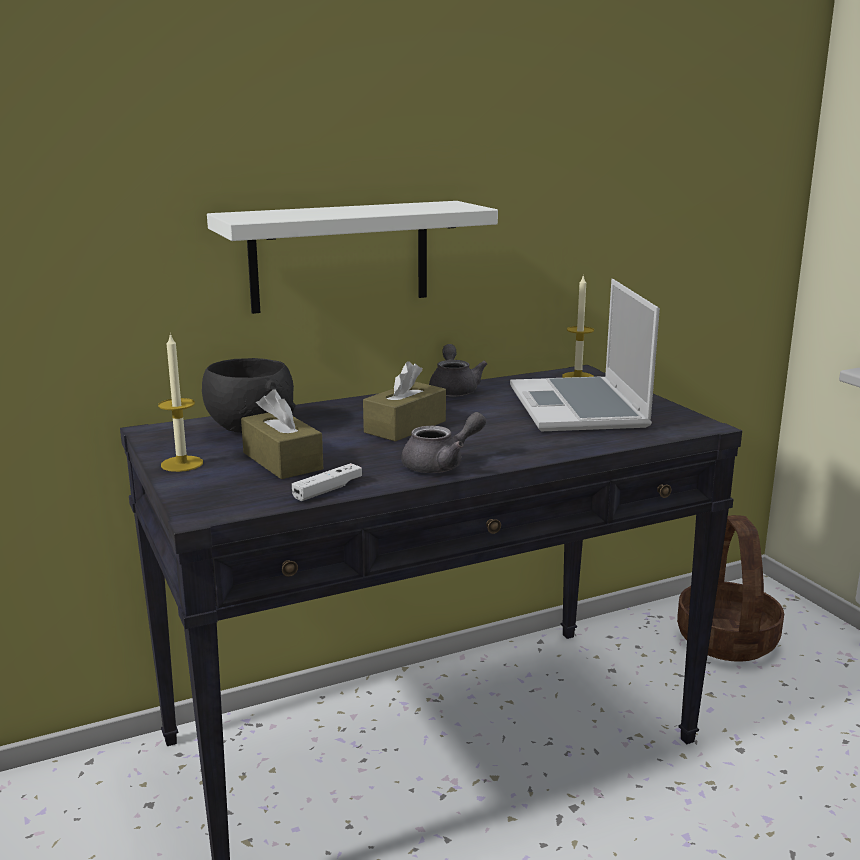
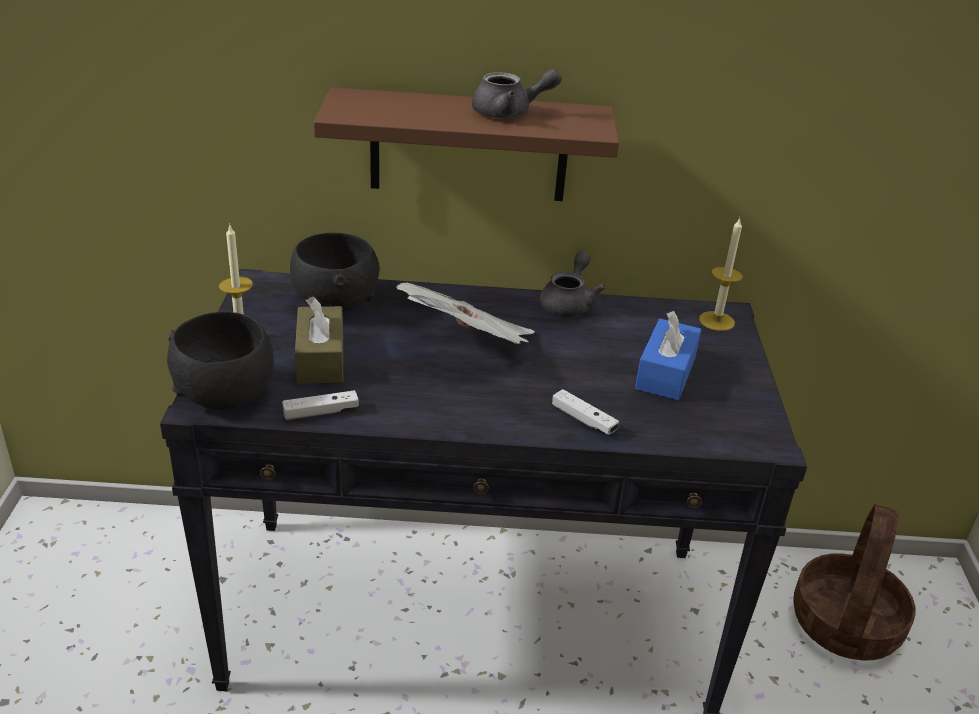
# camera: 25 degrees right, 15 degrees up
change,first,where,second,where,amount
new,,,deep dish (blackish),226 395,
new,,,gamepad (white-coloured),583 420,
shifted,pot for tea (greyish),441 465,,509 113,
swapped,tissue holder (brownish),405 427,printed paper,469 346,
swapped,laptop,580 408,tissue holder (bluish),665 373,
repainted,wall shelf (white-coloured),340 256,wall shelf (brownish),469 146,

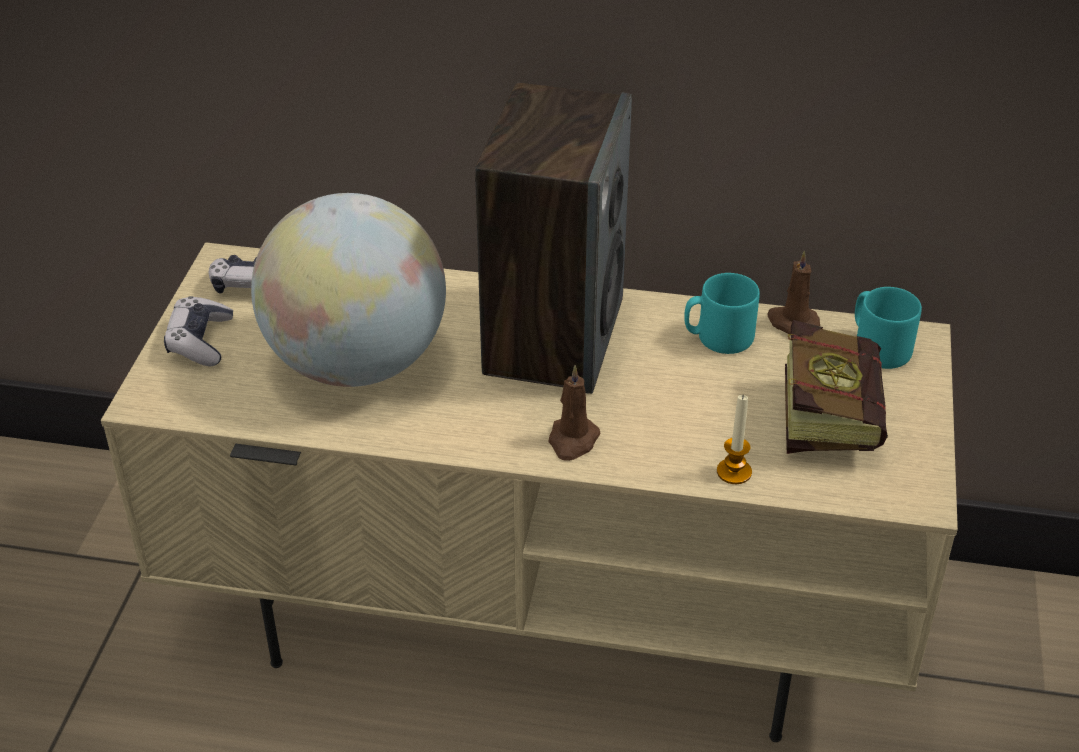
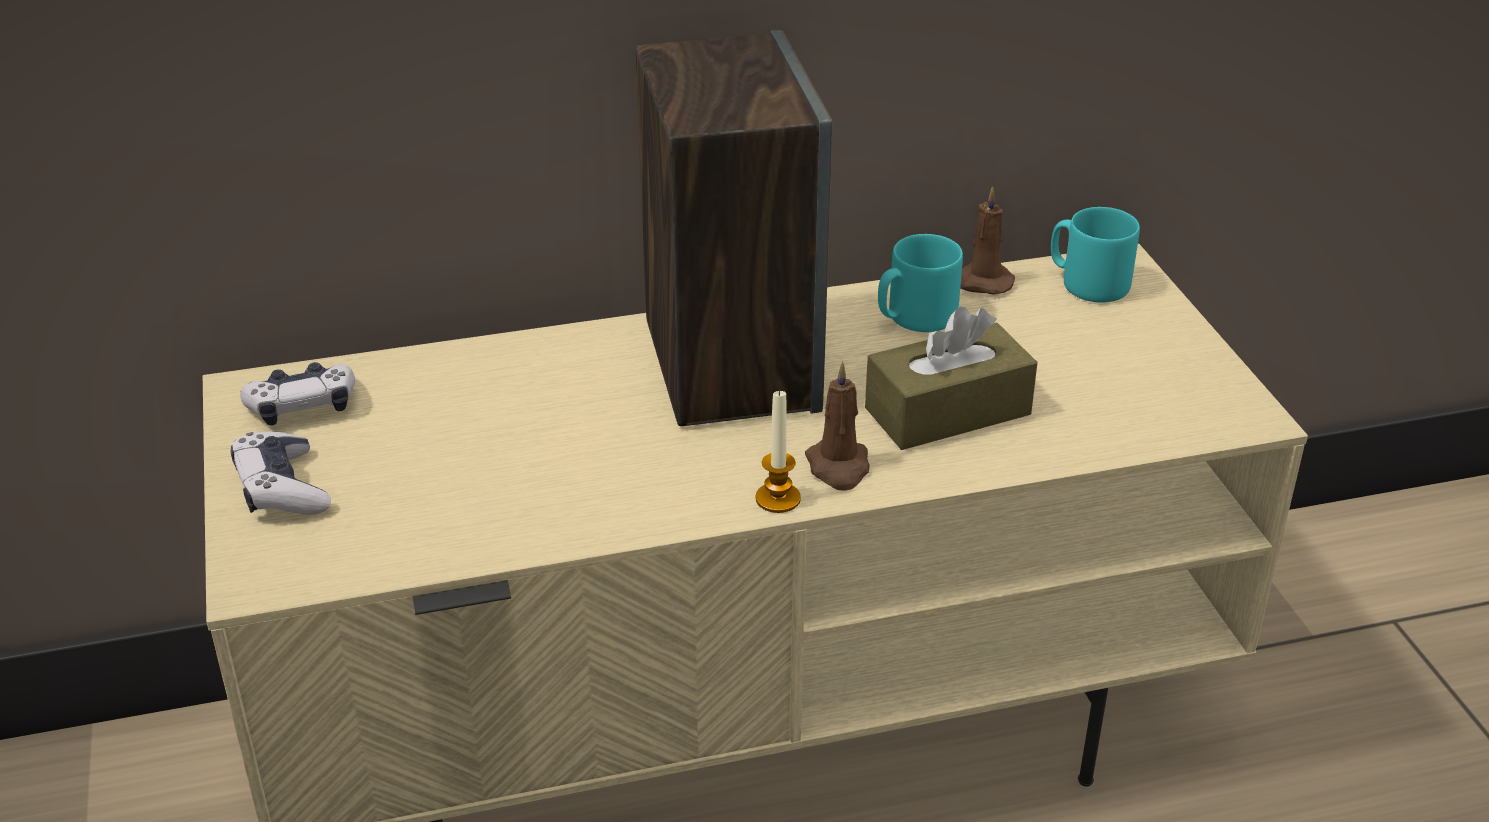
# camera: 25 degrees left, 5 degrees down
change,first,where,second,where,amount
gone,desk globe,357 363,,,
gone,volume,827 412,,,
new,,,tissue holder (brownish),947 411,
shifted,candle,734 472,,778 499,

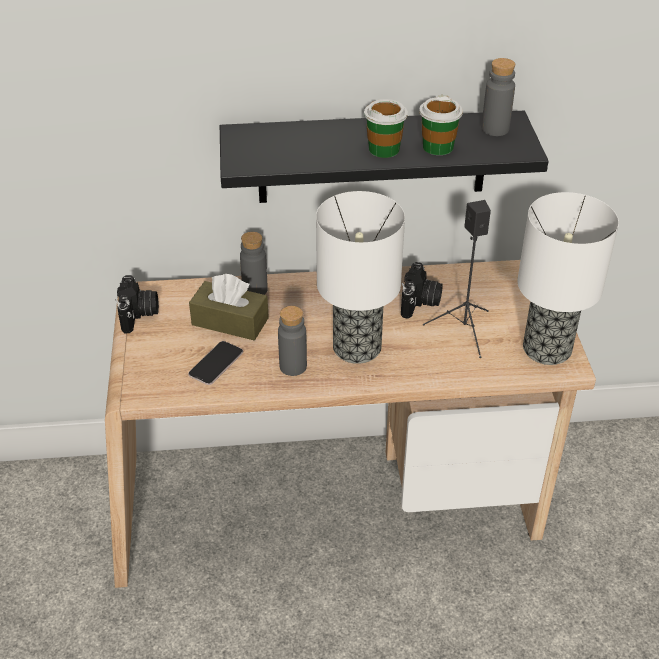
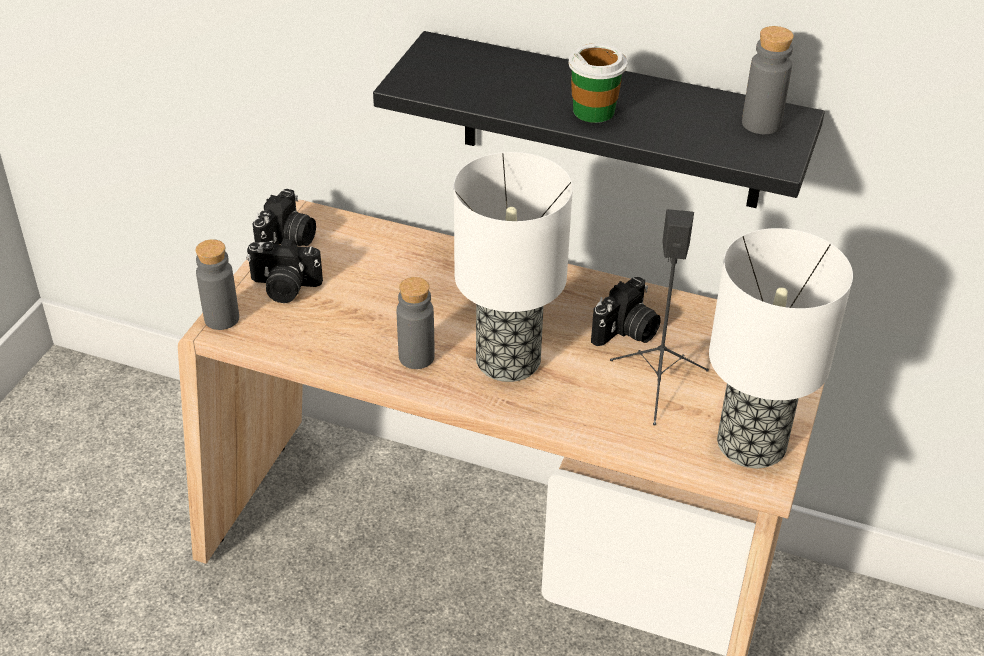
# camera: 25 degrees right, 0 degrees up
change,first,where,second,where,amount
gone,handset,216 363,,,
gone,tissue holder (brownish),230 321,,,
gone,cup,438 147,,,
new,,,still camera,284 288,
shifted,beverage bottle (greyish),255 290,,221 318,

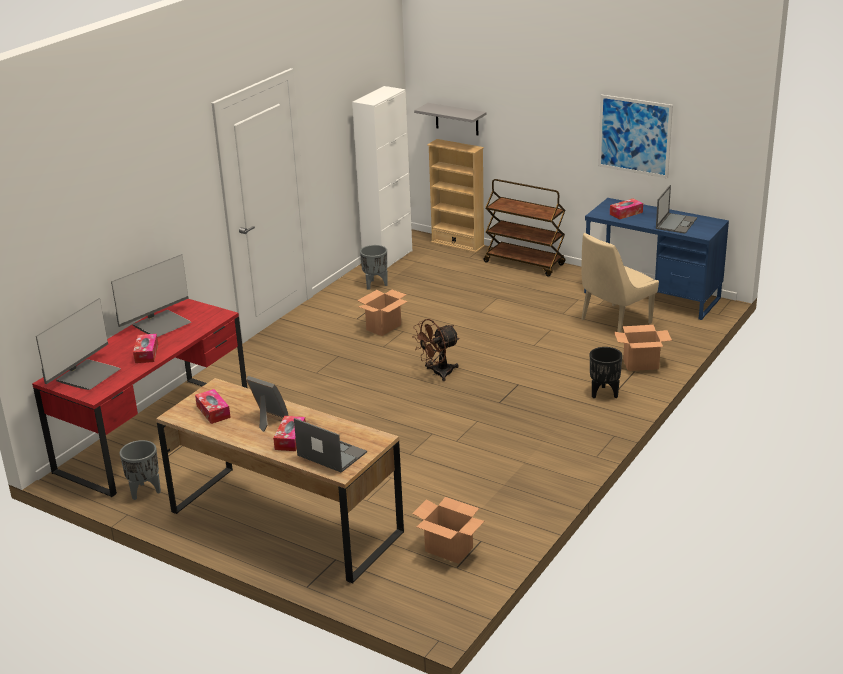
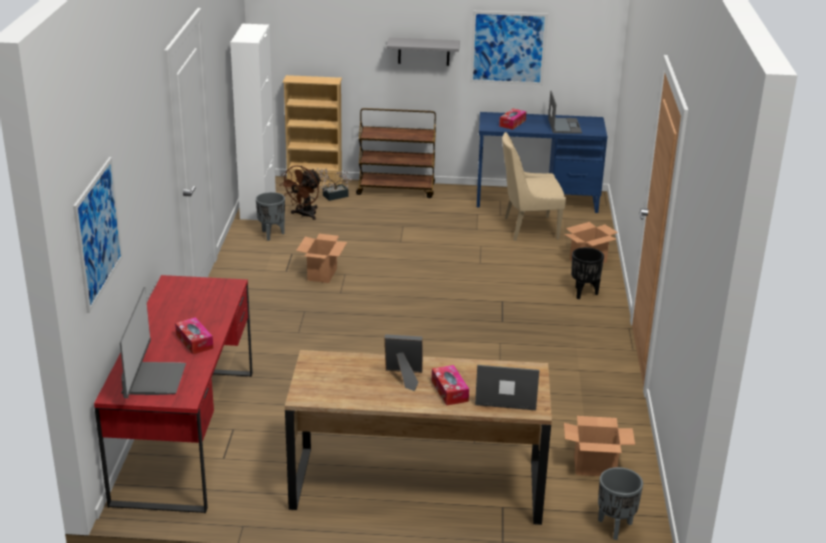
# camera: 30 degrees left, 0 degrees up
change,first,where,second,where,amount
gone,computer display,161 324,,,
gone,tissue holder,213 411,,,
new,,,picture,98 233,
new,,,potted plant,332 196,
shifted,planter (greyish),144 492,,615 527,
shifted,electric fan (brownish),438 373,,304 215,
shifted,wall shelf (greyish),457 119,,423 51,
rotated,plain chair (beige-coloured),614 322,,528 228,60 degrees clockwise

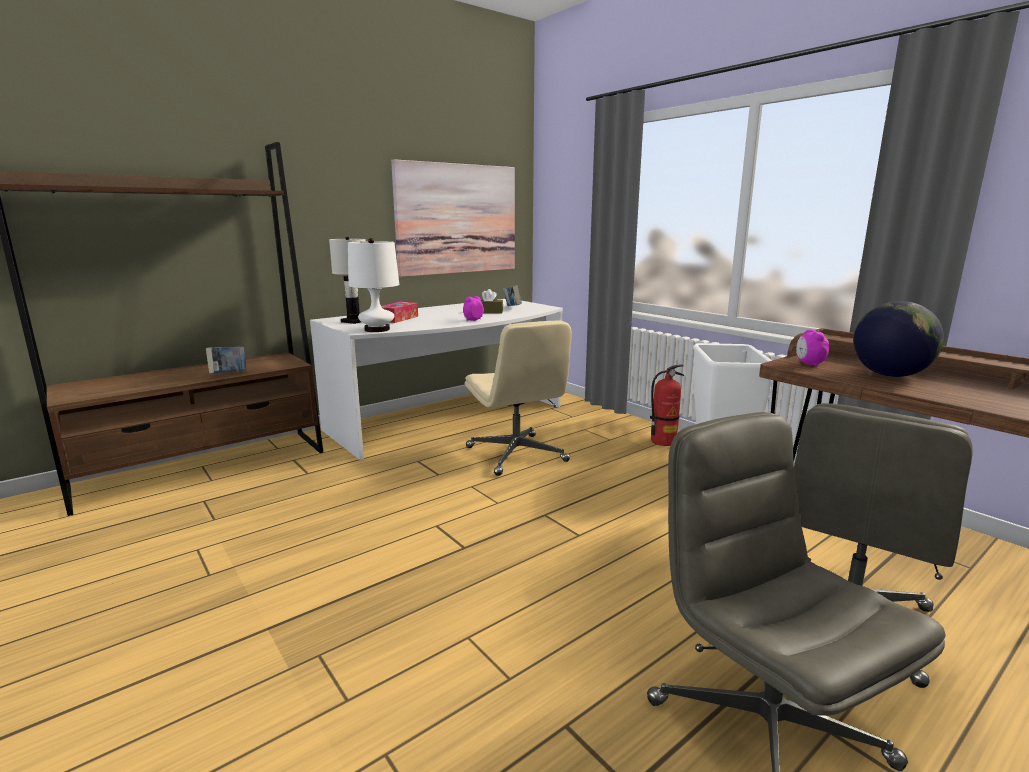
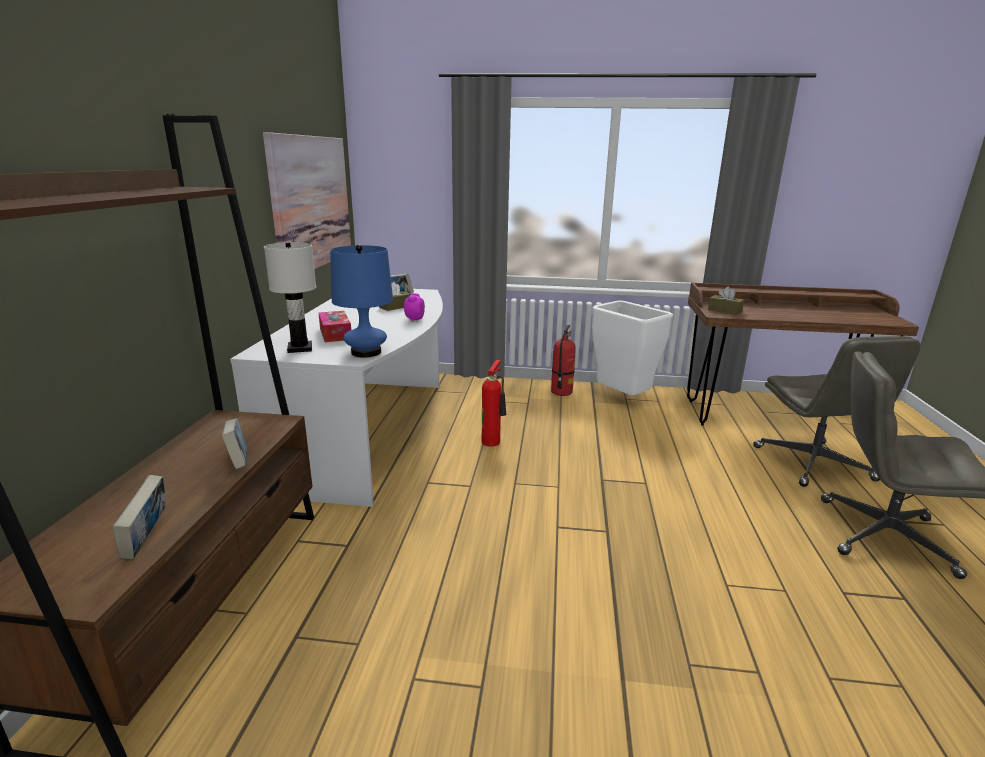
# camera: 45 degrees left, 5 degrees up
change,first,where,second,where,amount
gone,desk globe,890 375,,,
new,,,volume,147 540,
swapped,office chair (beige-coloured),517 455,fire extinguisher,493 442,
swapped,alarm clock,809 364,tissue holder (brownish),724 311,
repainted,lamp for a table (white-coloured),377 329,lamp for a table (bluish),366 352,

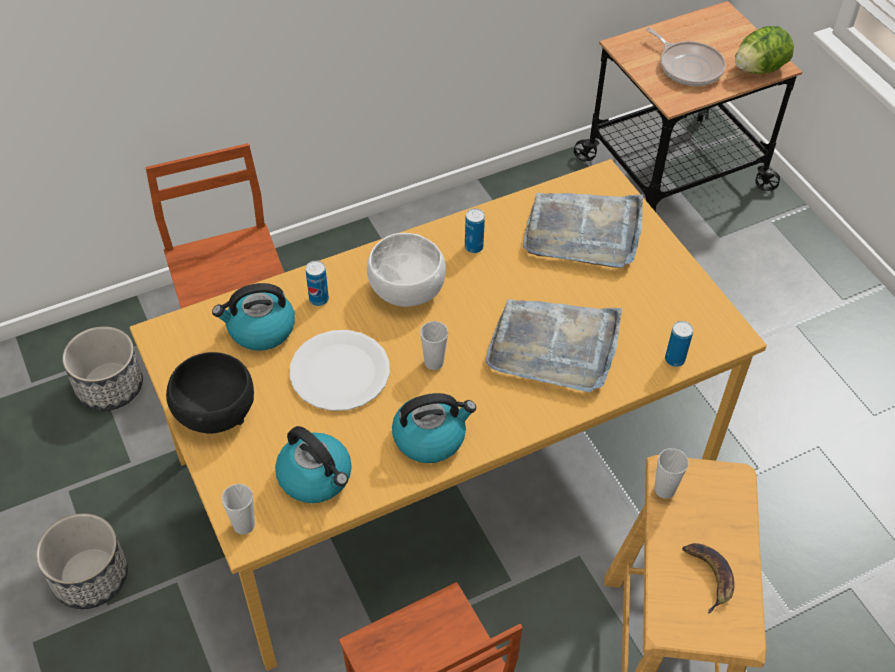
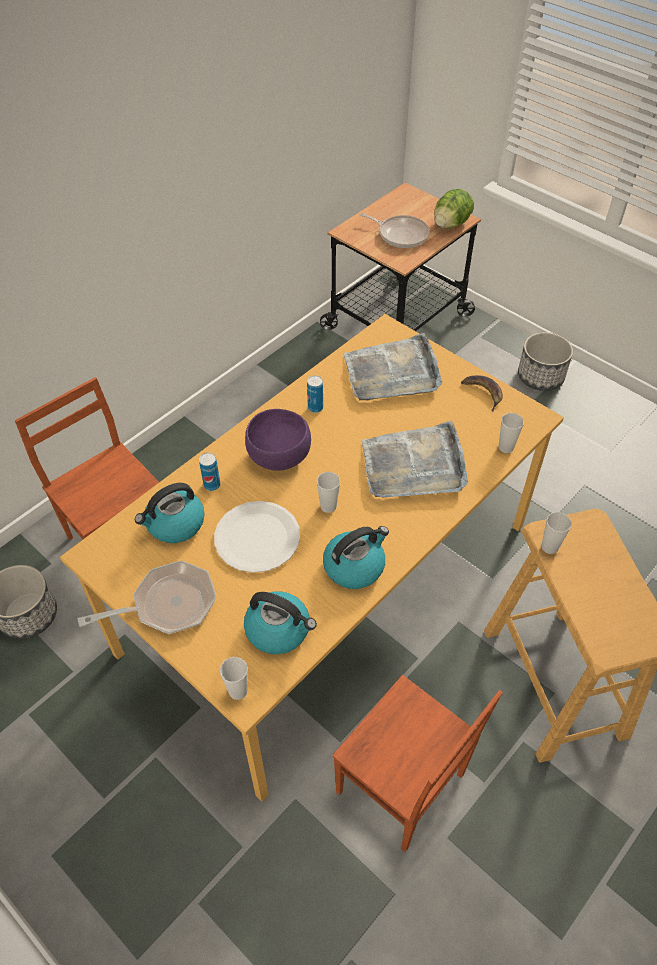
# camera: 20 degrees left, 0 degrees up
change,first,where,second,where,amount
shifted,planter,91 577,,540 376,
shifted,banana,709 576,,483 393,
swapped,deep dish (blackish),214 412,frying pan,168 604,
swapped,metal can,674 359,cup,506 447,
repainted,deep dish (white-coloured),407 290,deep dish (purple-coloured),280 456,

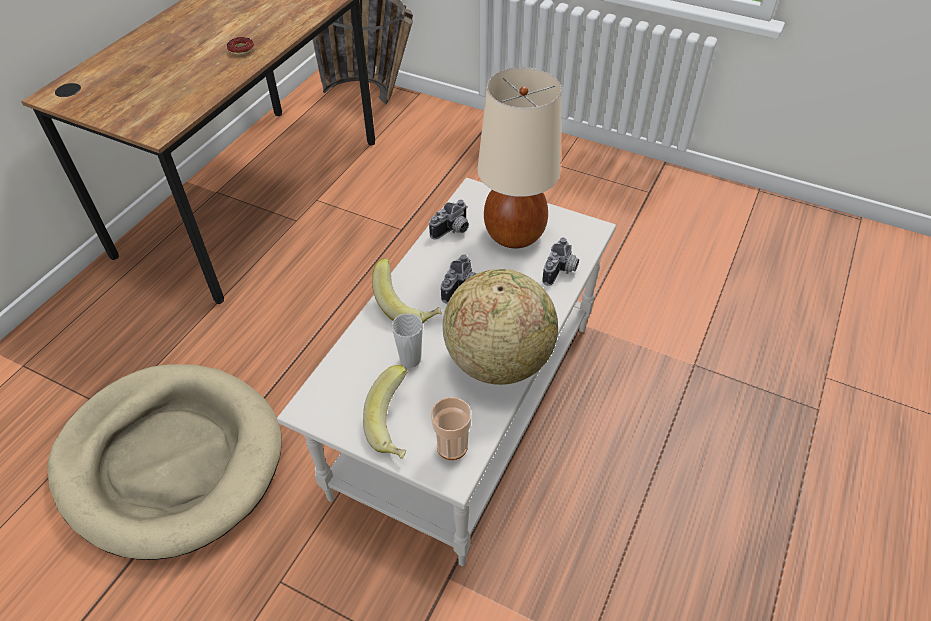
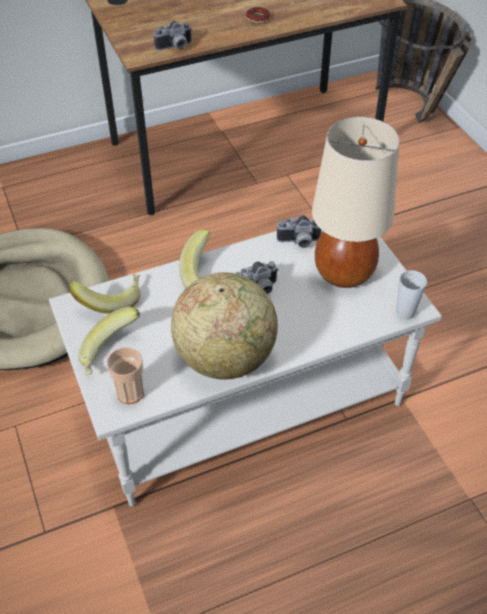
# camera: 40 degrees right, 0 degrees up
change,first,where,second,where,amount
new,,,banana,111 300,
shifted,cup,410 359,,405 312,
shifted,still camera,561 271,,175 47,

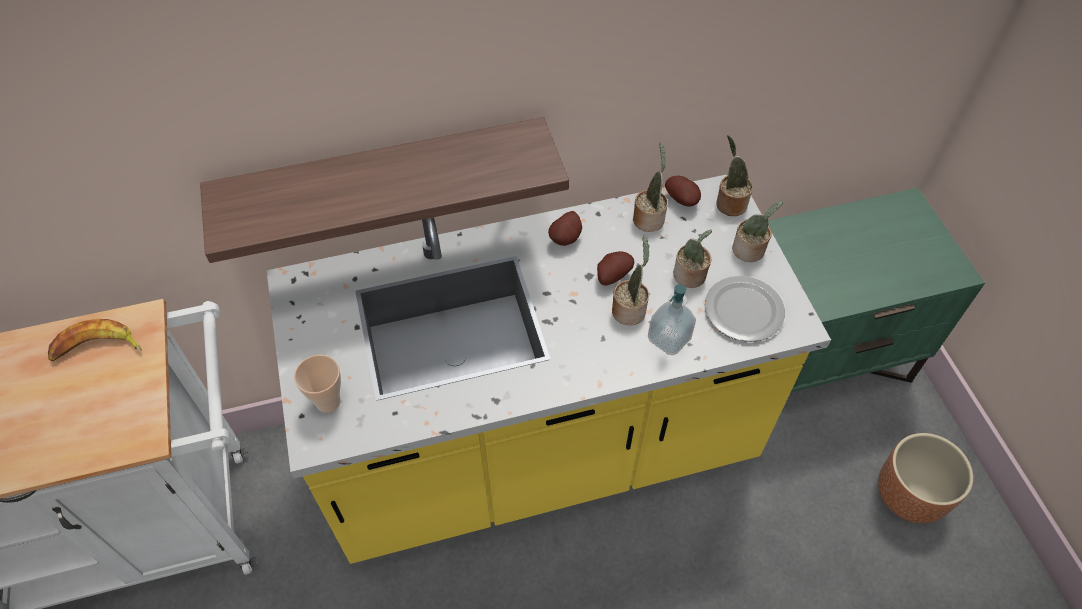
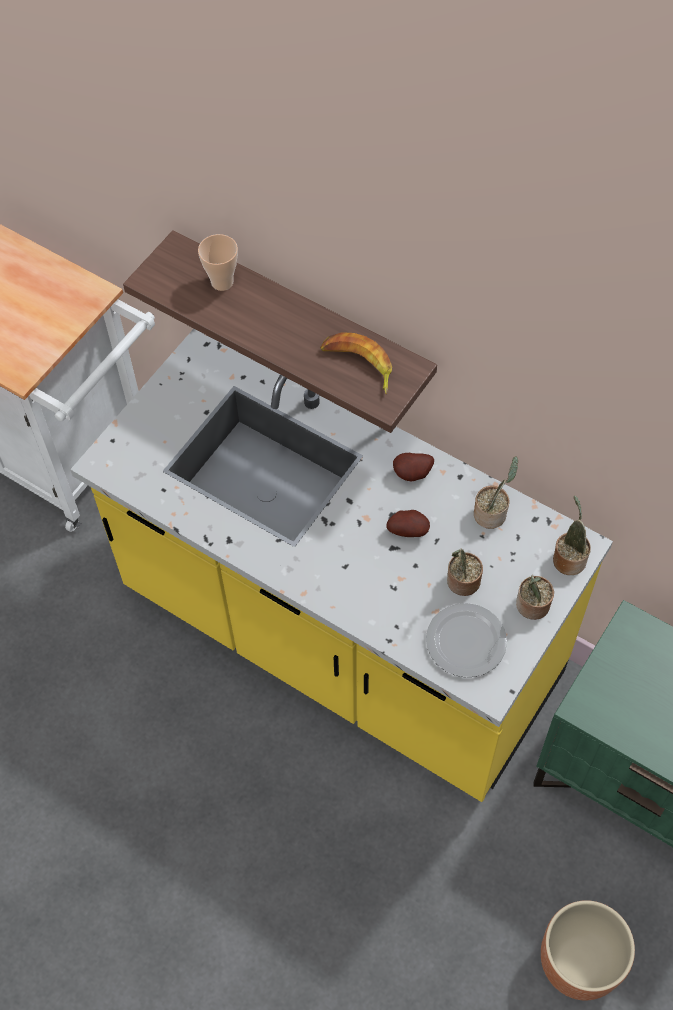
# camera: 50 degrees right, 5 degrees up
change,first,where,second,where,amount
gone,potted plant,629 309,,,
gone,liquid soap bottle,669 339,,,
gone,spud,683 200,,,
shifted,banana,97 348,,358 365,
shifted,cup,328 401,,222 282,

